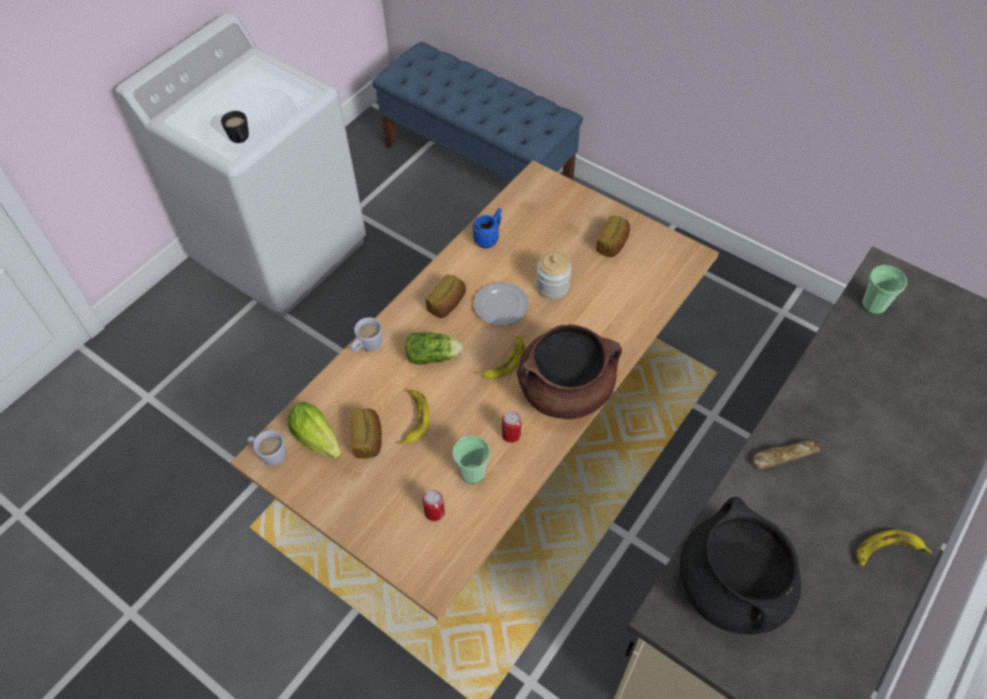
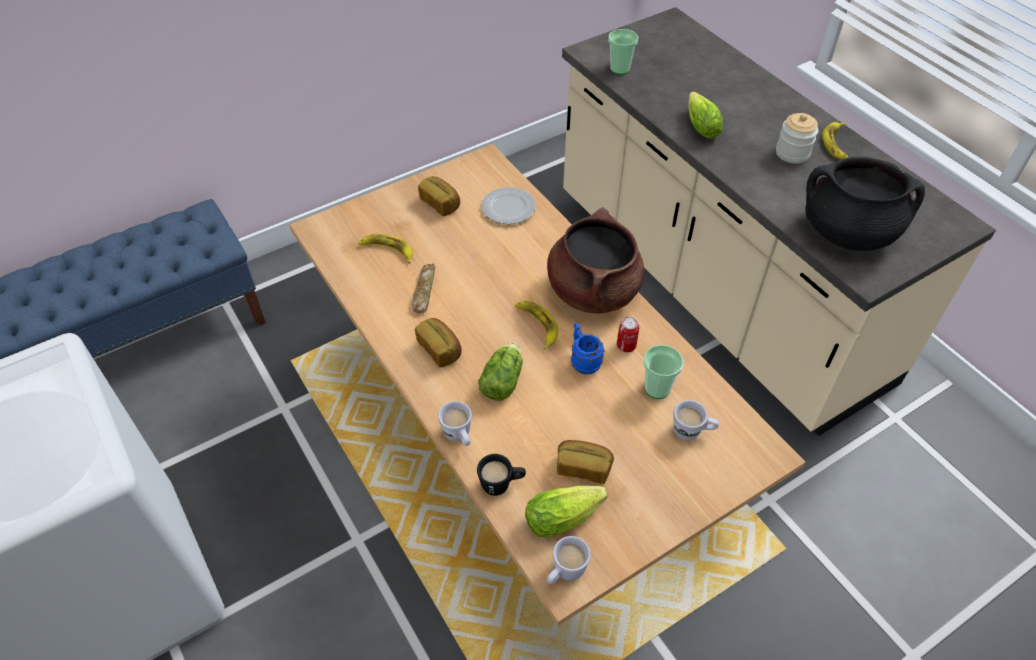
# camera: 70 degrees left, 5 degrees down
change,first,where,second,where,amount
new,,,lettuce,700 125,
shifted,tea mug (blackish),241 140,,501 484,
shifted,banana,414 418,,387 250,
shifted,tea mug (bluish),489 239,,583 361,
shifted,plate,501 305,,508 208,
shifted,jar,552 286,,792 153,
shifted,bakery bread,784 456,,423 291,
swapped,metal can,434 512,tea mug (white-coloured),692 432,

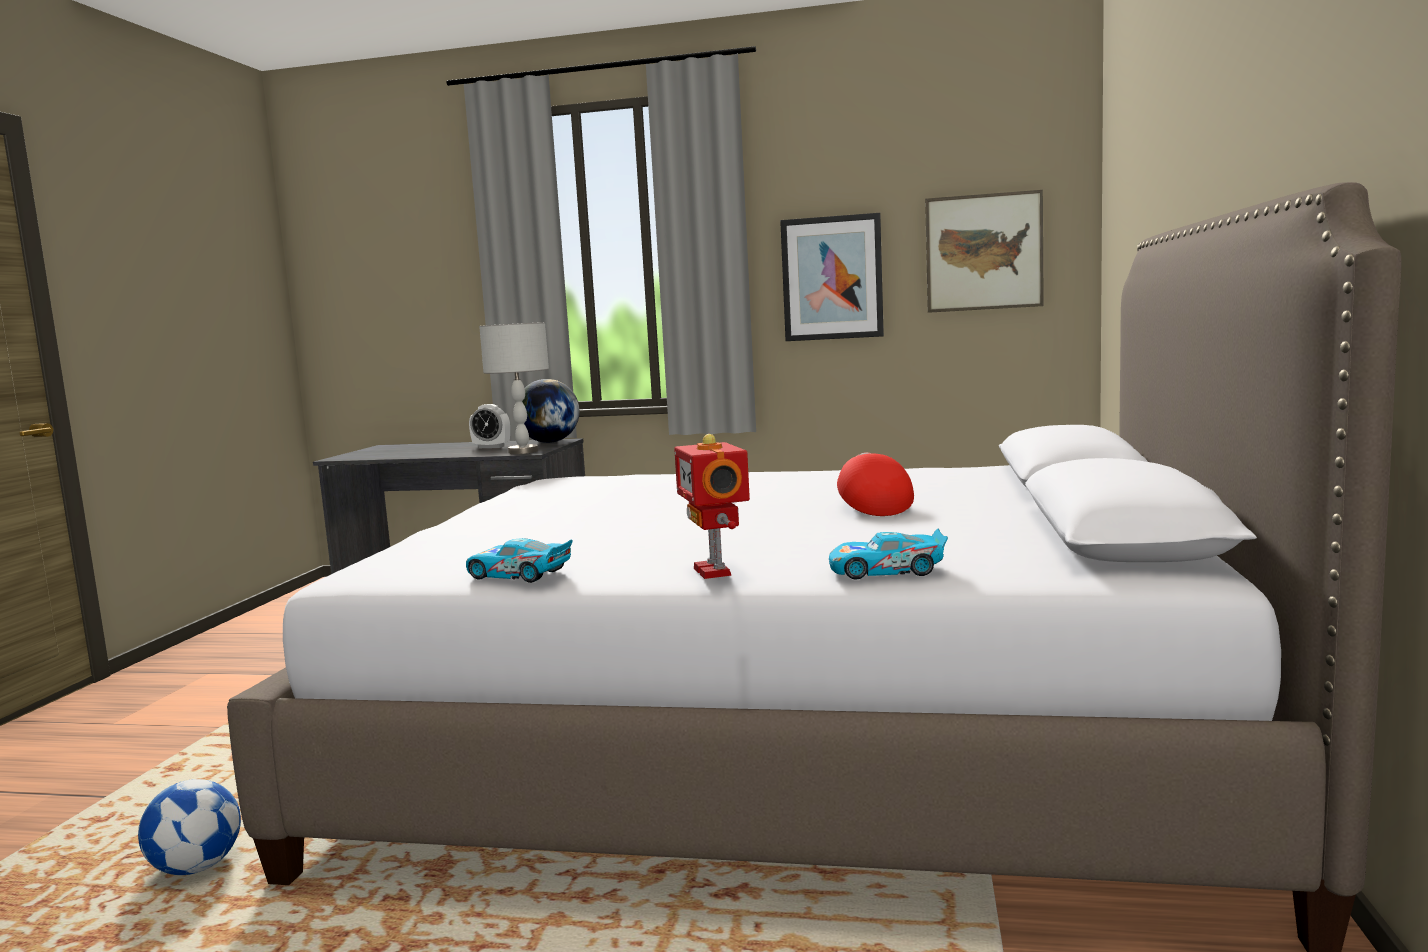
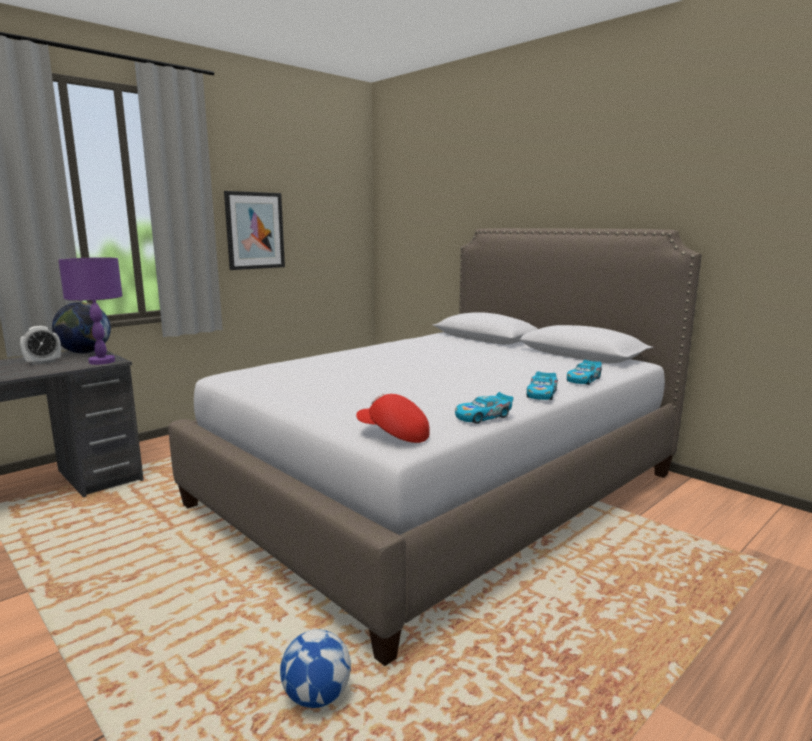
# camera: 55 degrees left, 5 degrees up
change,first,where,second,where,amount
gone,picture,983 252,,,
shifted,cap (red),871 508,,393 435,
swapped,toy robot,715 571,miniature car,541 394,
repainted,lamp for a table (greyish),523 452,lamp for a table (purple-coloured),102 362,

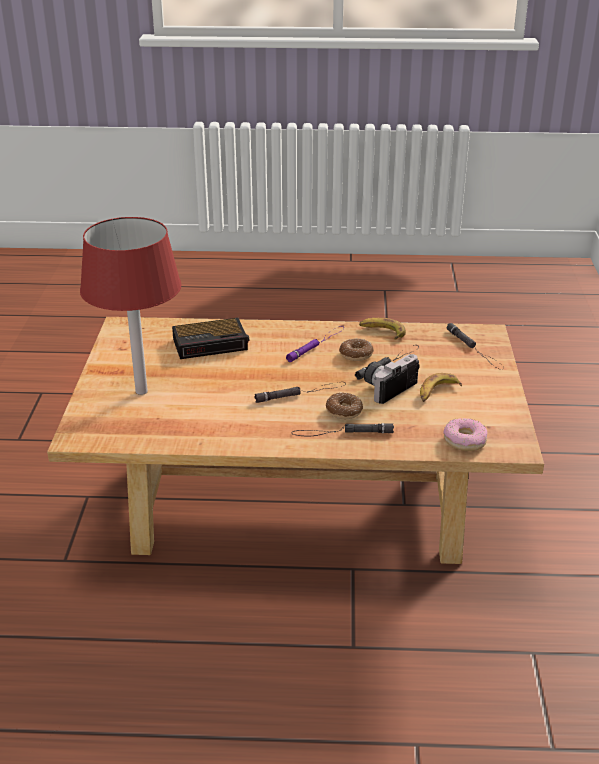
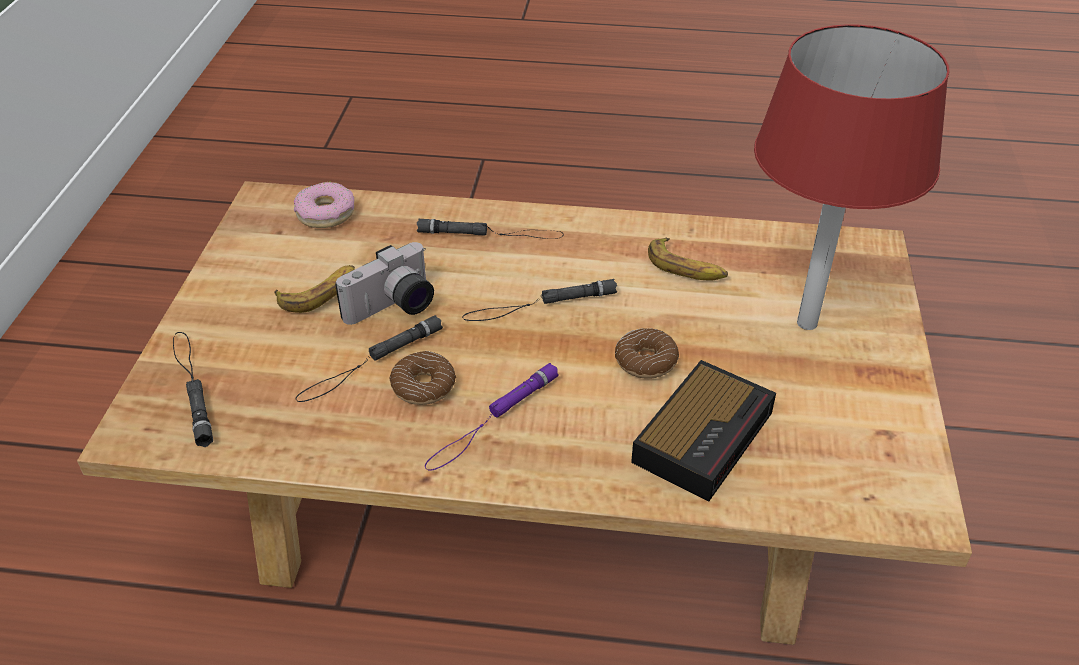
# camera: 175 degrees left, 10 degrees up
change,first,where,second,where,amount
shifted,donut,344 411,,646 361,
shifted,banana,382 332,,686 267,
rotated,alarm clock,211 344,,705 435,135 degrees clockwise

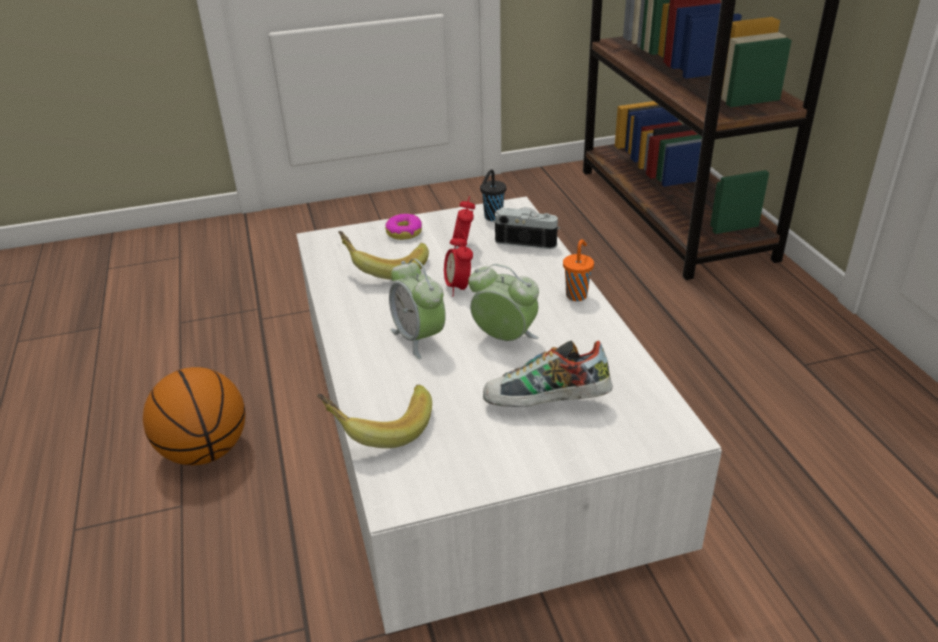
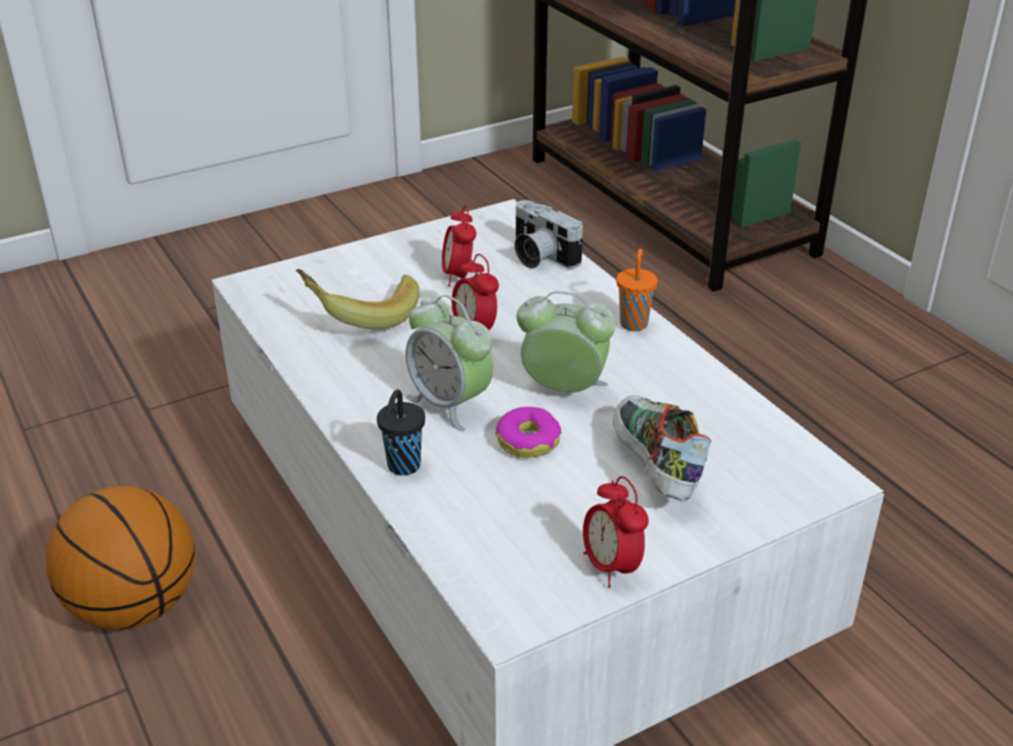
# camera: 15 degrees left, 0 degrees up
change,first,where,second,where,amount
gone,banana,379 427,,,
new,,,alarm clock,611 567,
shifted,donut,404 232,,528 441,
shifted,cup (blackish),492 217,,402 467,
rotated,shoe,546 405,,652 468,90 degrees clockwise
rotated,still camera,527 239,,539 256,135 degrees counterclockwise

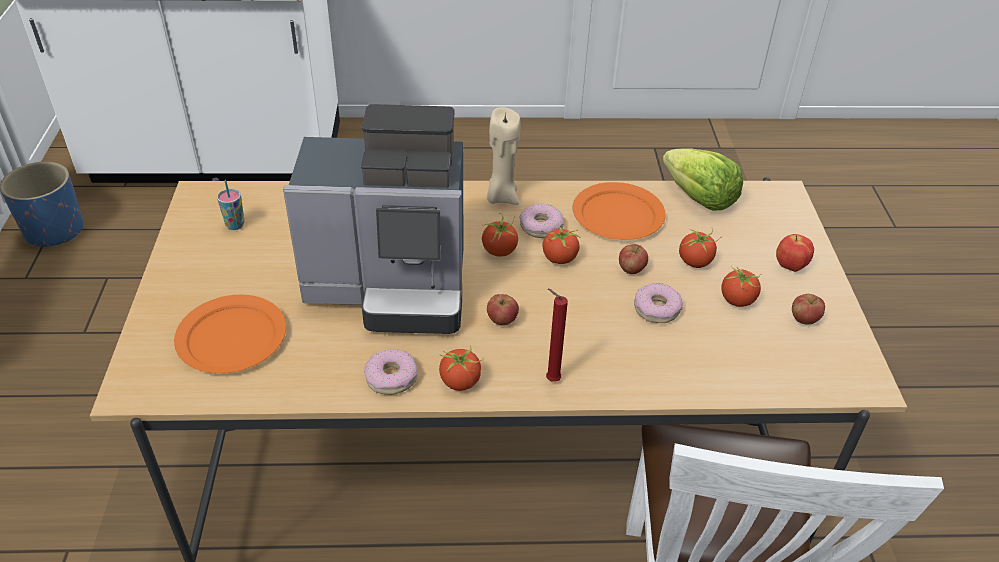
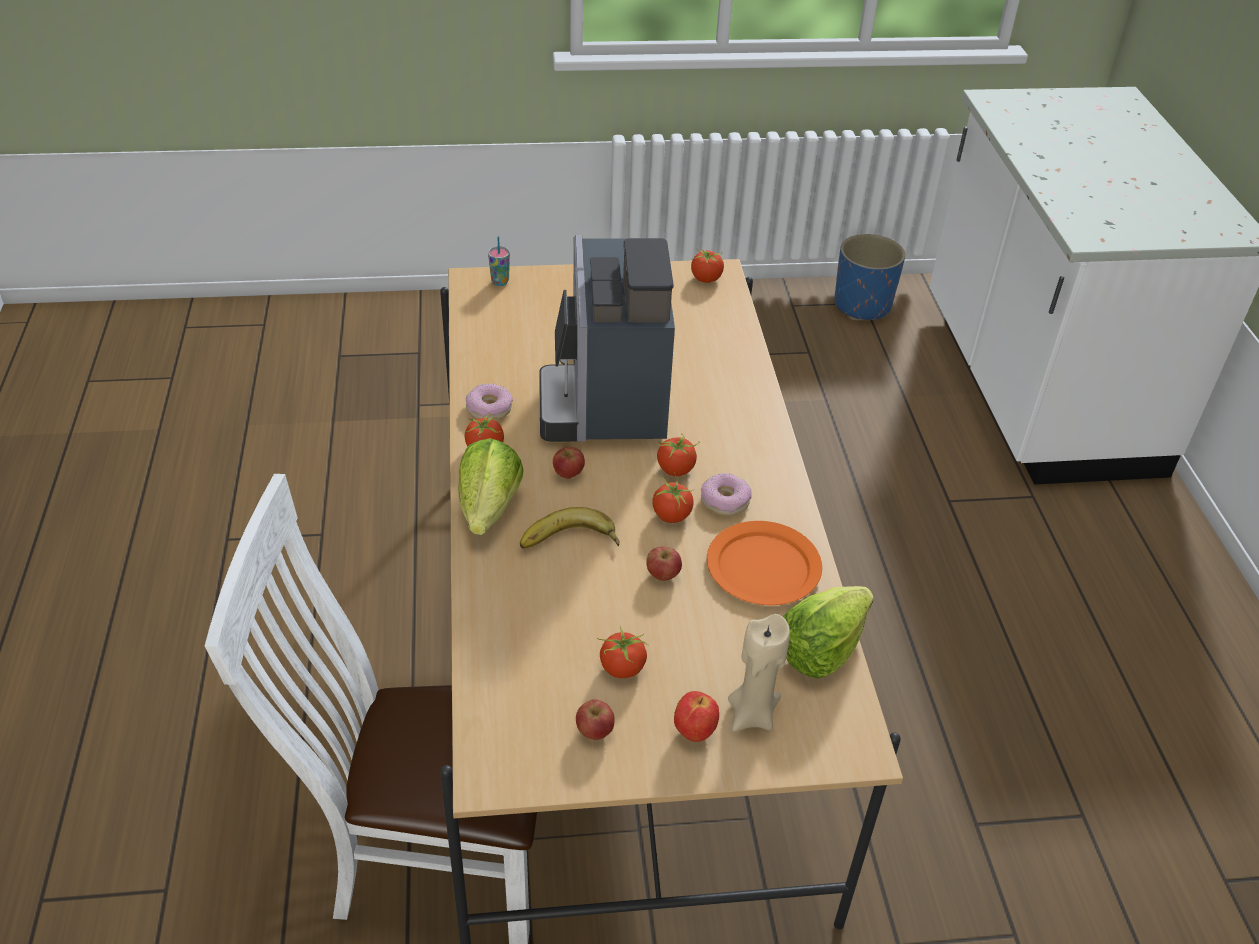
# camera: 85 degrees right, 0 degrees up
change,first,where,second,where,amount
gone,plate (orange),233 337,,,
gone,donut,656 309,,,
new,,,banana,569 543,
shifted,cup,235 225,,500 282,
shifted,candle (beige-coloured),501 197,,752 714,
shifted,fresh tomato,695 261,,706 278,
swapped,candle (red),550 379,lettuce,489 508,

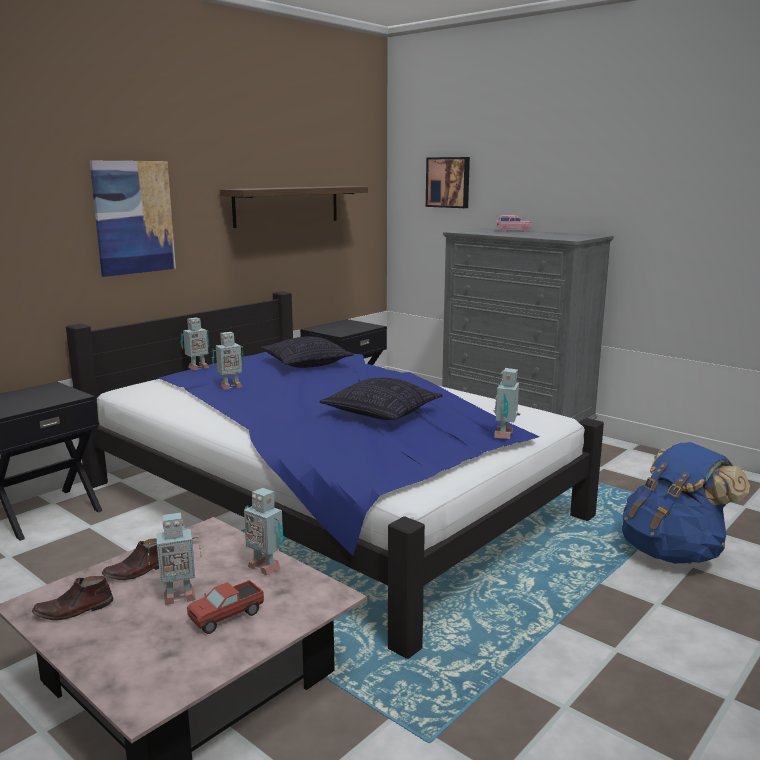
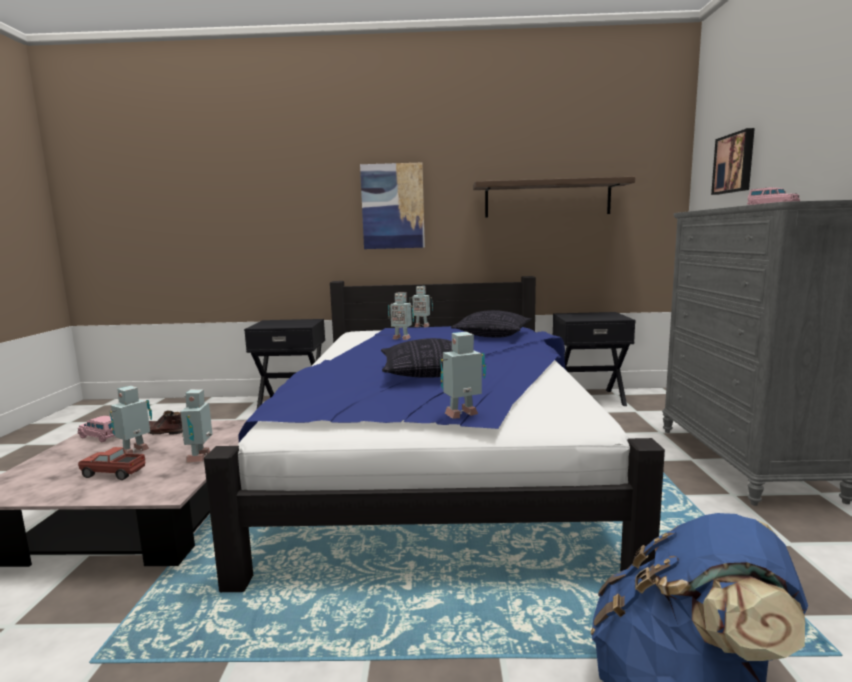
# camera: 50 degrees right, 5 degrees down
change,first,where,second,where,amount
swapped,shoe (brownish),74 610,miniature car (pinkish),101 437,
rotated,toy robot,178 596,,136 452,90 degrees clockwise

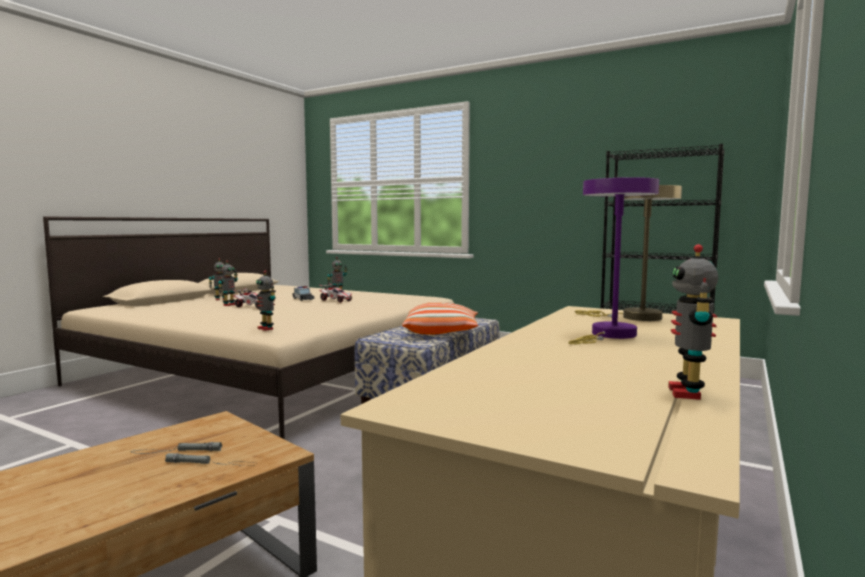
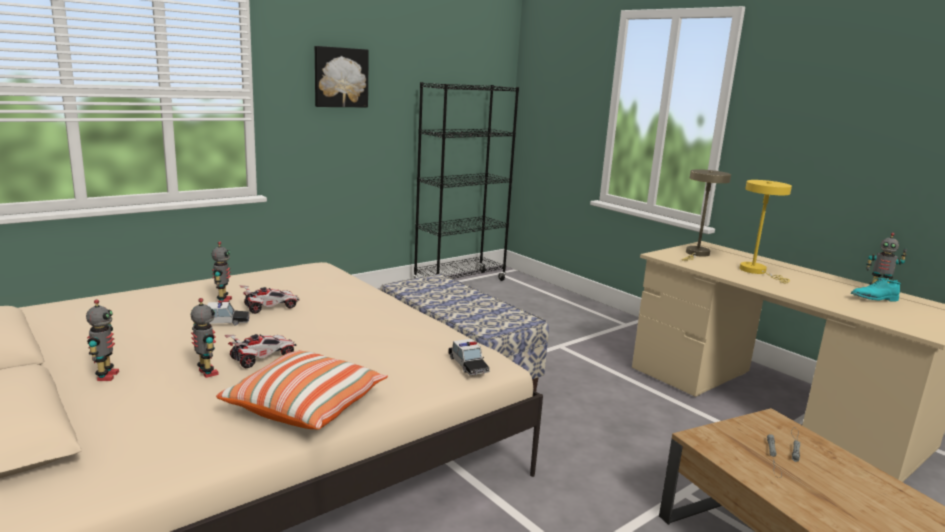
# camera: 70 degrees left, 10 degrees up
change,first,where,second,where,amount
new,,,picture,340 77,
new,,,shoe (turquoise),874 299,
shifted,cushion,441 332,,306 406,
swapped,toy robot,266 328,miniature car,468 365,
repainted,lamp for a table (purple-coloured),610 335,lamp for a table (yellowish),756 271,

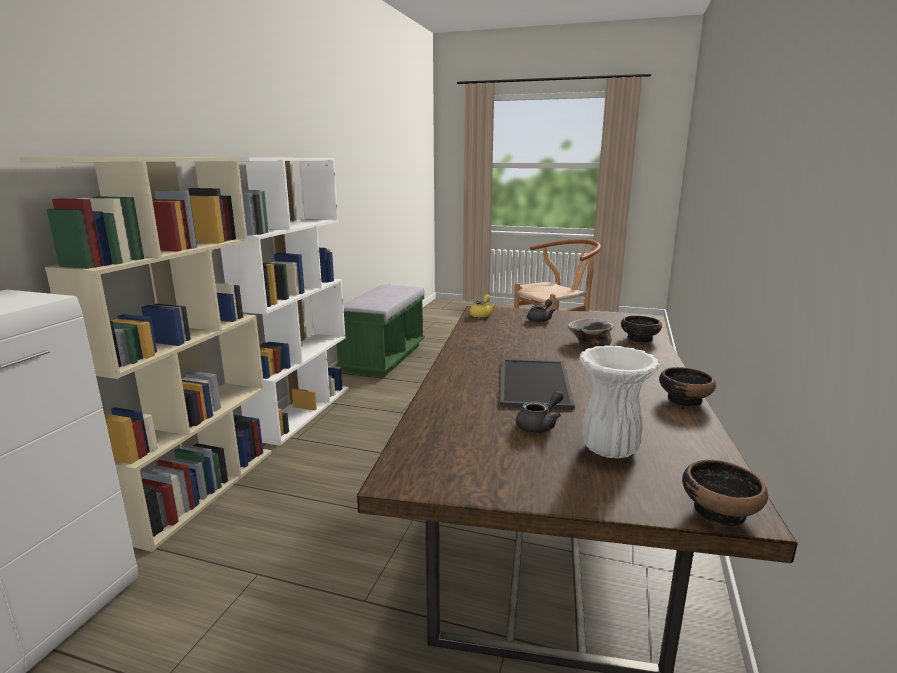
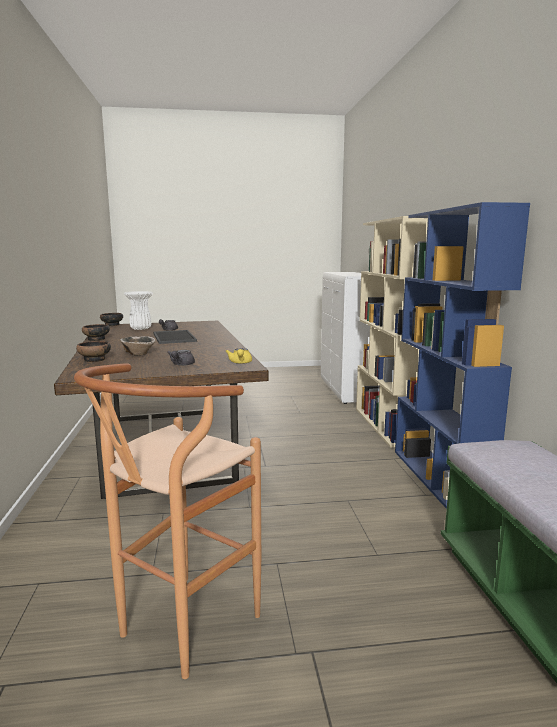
# camera: 155 degrees right, 5 degrees down
change,first,where,second,where,amount
repainted,bookshelf (white-coloured),301 411,bookshelf (bluish),439 479,

